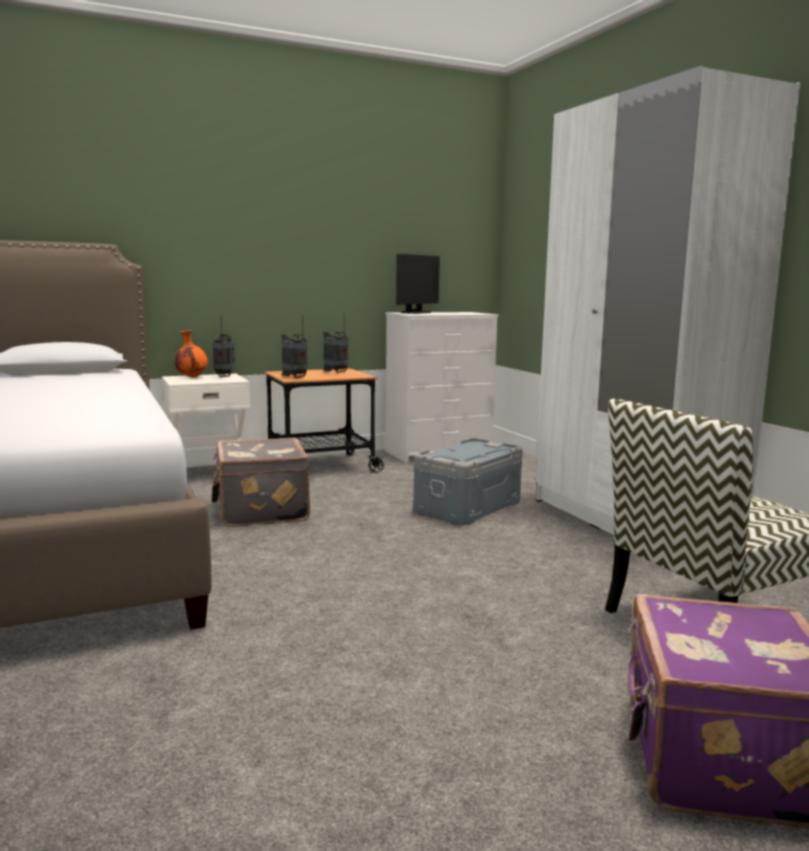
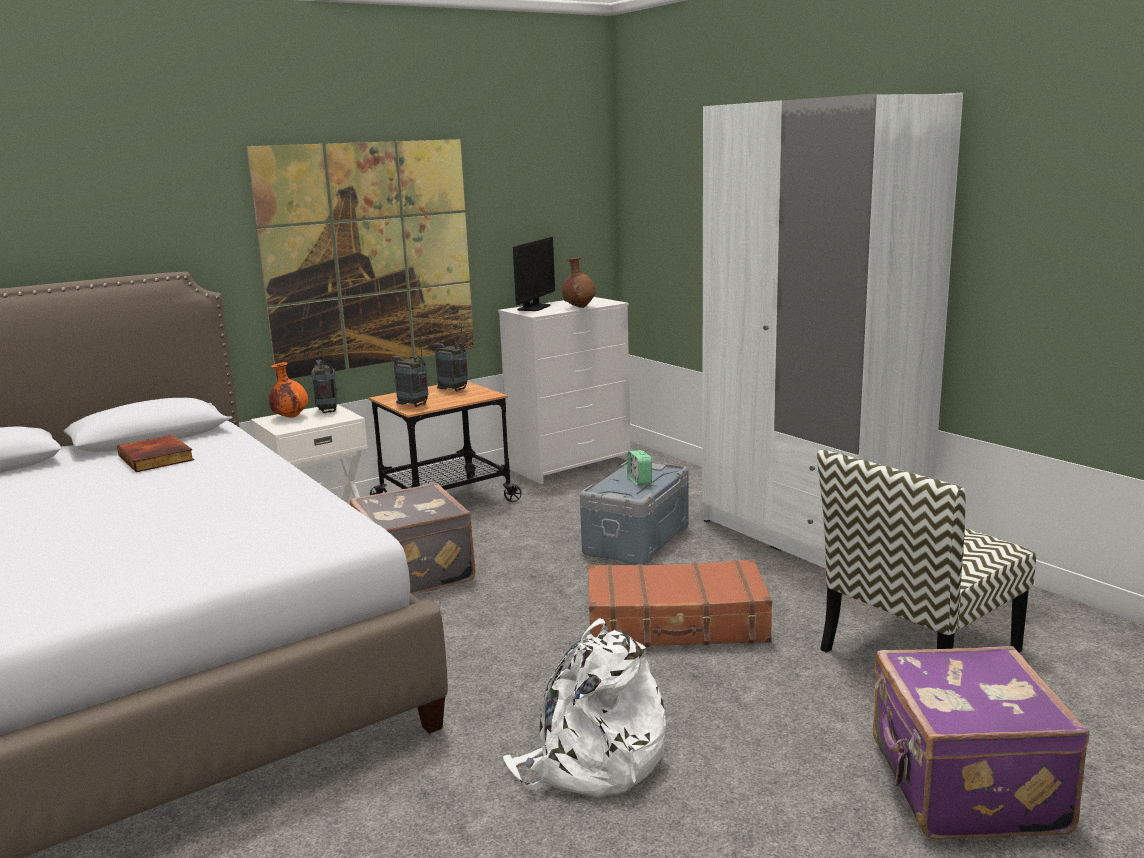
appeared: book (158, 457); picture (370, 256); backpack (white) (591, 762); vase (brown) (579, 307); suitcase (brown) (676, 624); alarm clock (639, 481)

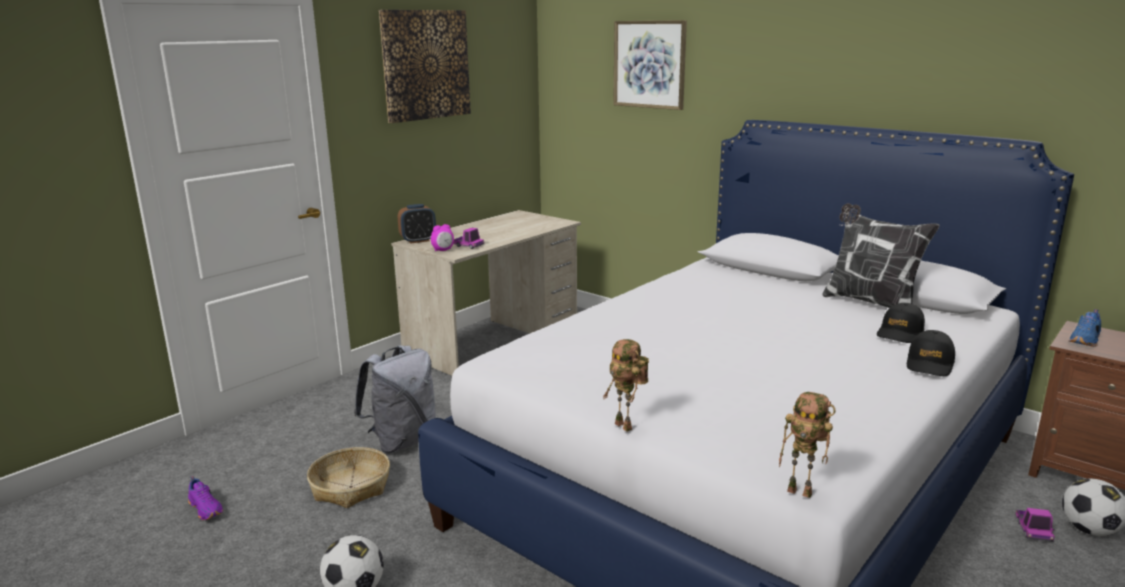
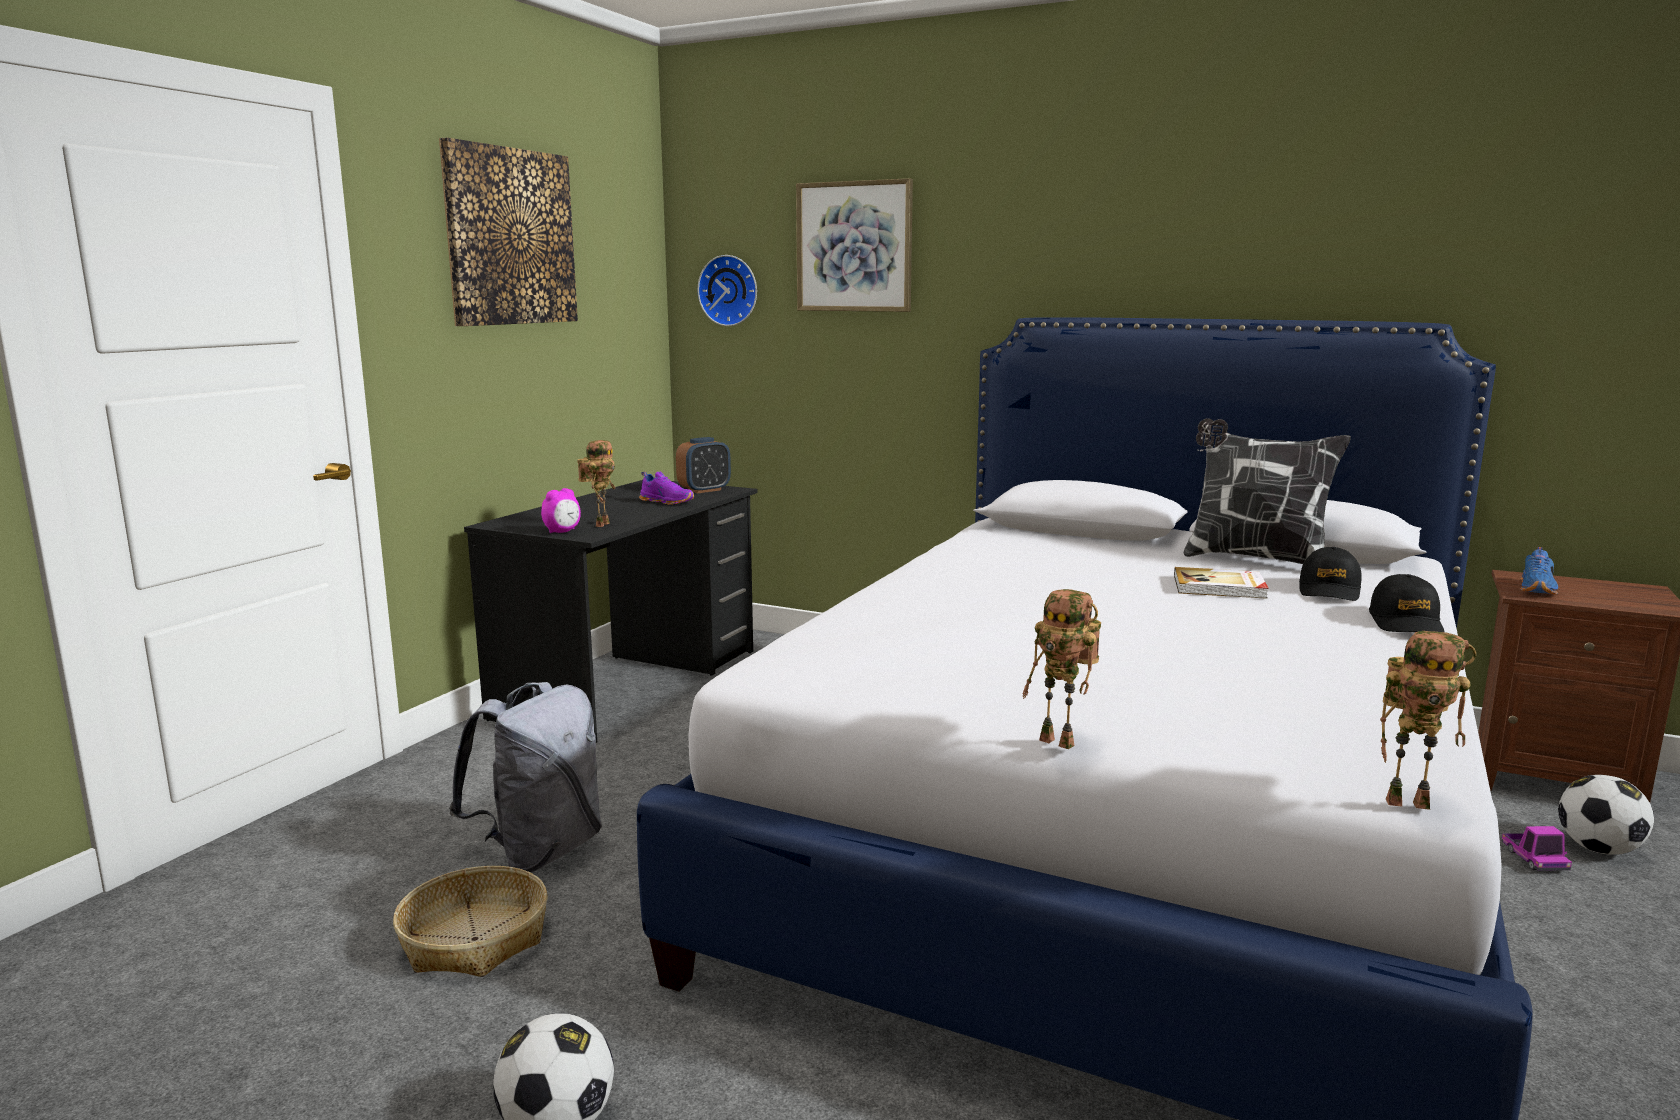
appeared: wall clock (730, 290); book (1220, 587)
relocated: shoe (purple) (206, 509) to (668, 502); alarm clock (418, 240) to (704, 490)
exchanged: toy truck (468, 246) to toy robot (601, 524)
colour: desk (beige) (494, 340) to desk (black) (630, 683)

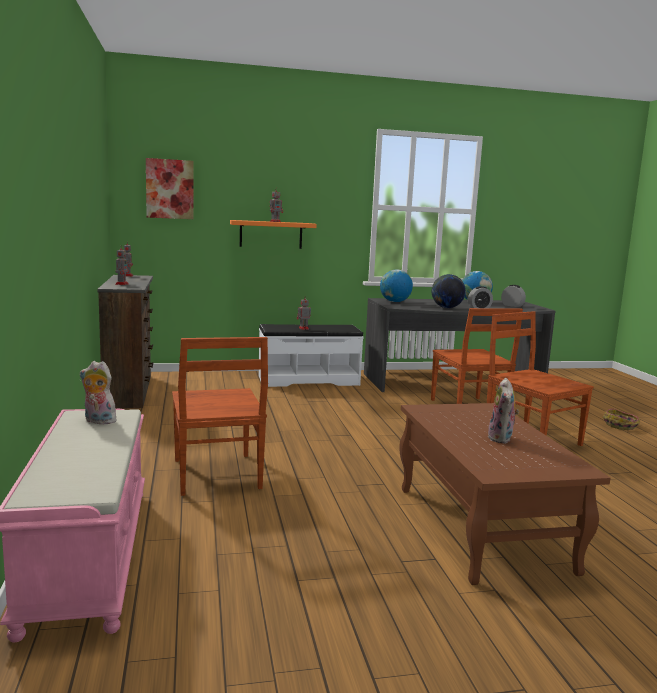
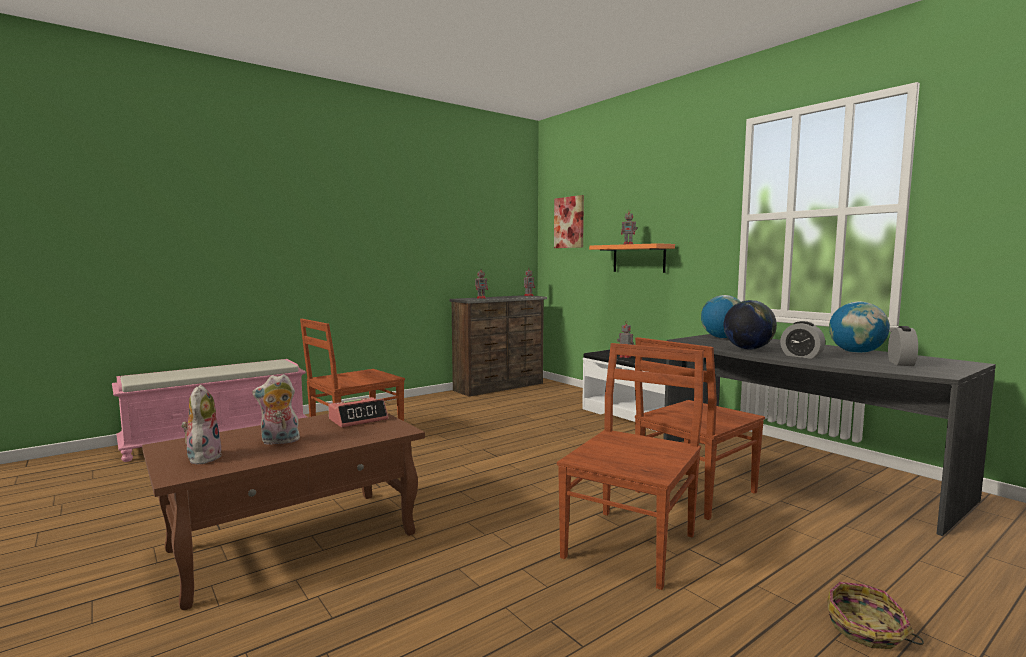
appeared: alarm clock (358, 419)
relocated: plush toy (98, 421) to (203, 457)

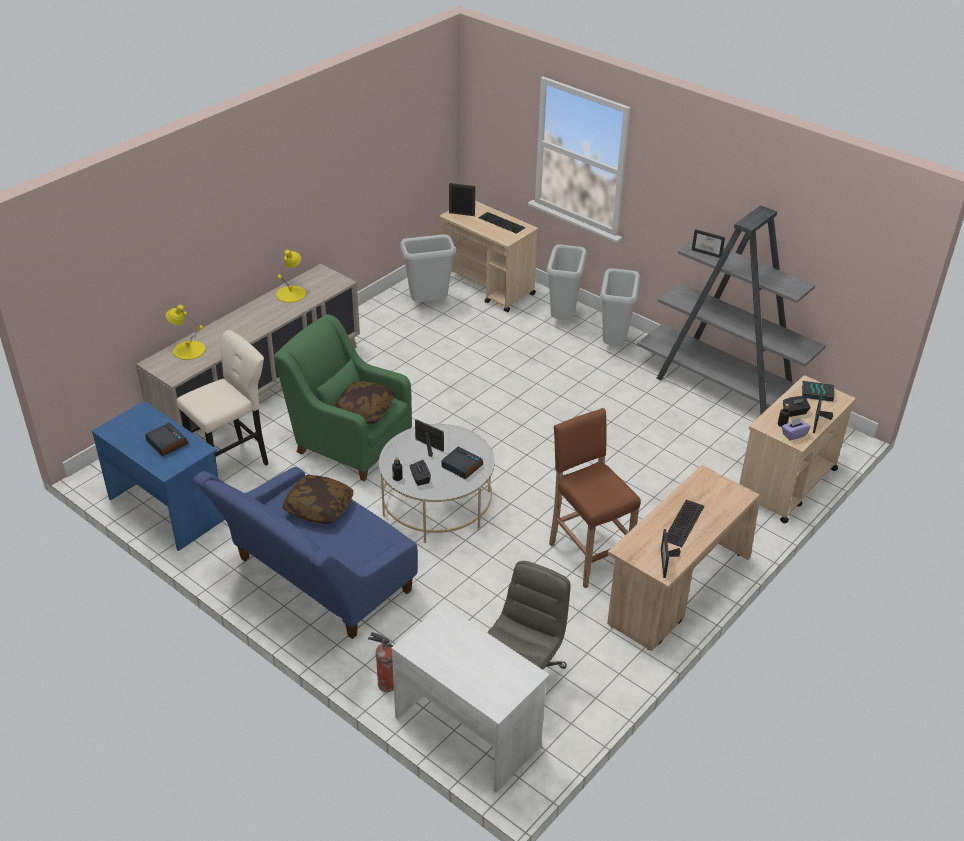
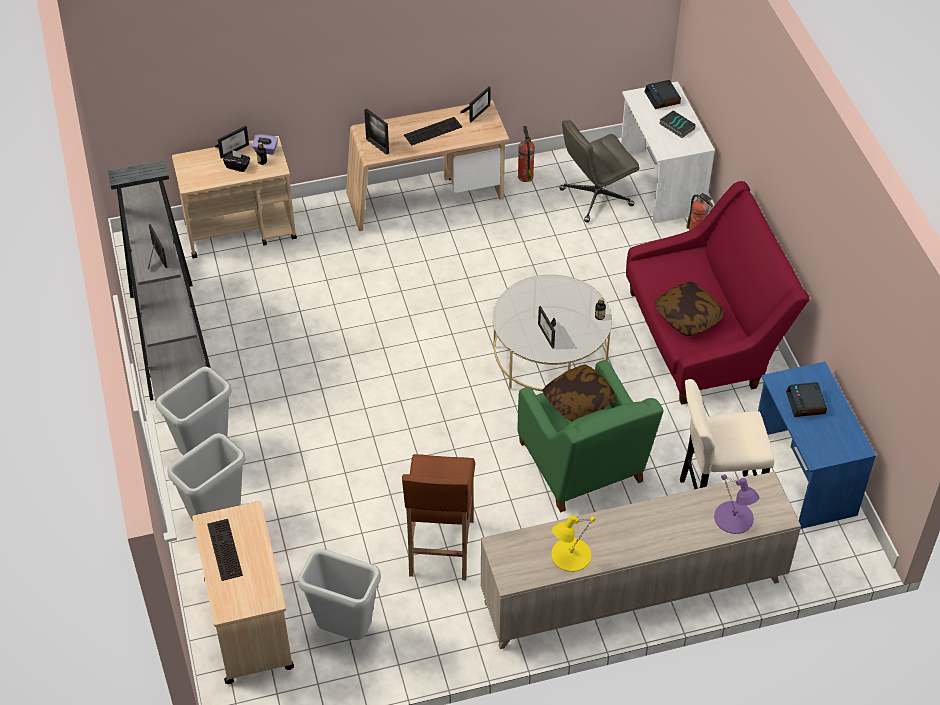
missing: tissue box (black) (420, 478)
appeared: fire extinguisher (525, 176)
relocated: picture frame (462, 214) to (377, 146); stool (brown) (588, 555) to (440, 549); alarm clock (461, 466) to (662, 98); book (817, 393) to (676, 126)
colour: sofa (blue) (316, 581) to sofa (red) (702, 337); table lamp (yellow) (188, 350) to table lamp (purple) (734, 518)

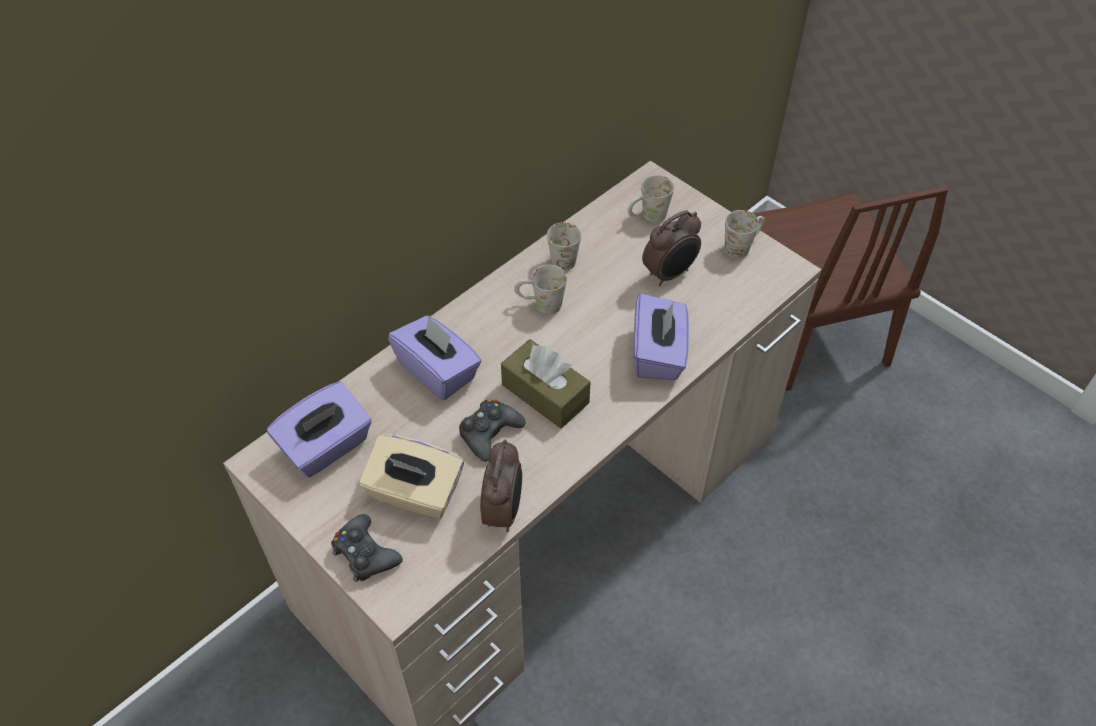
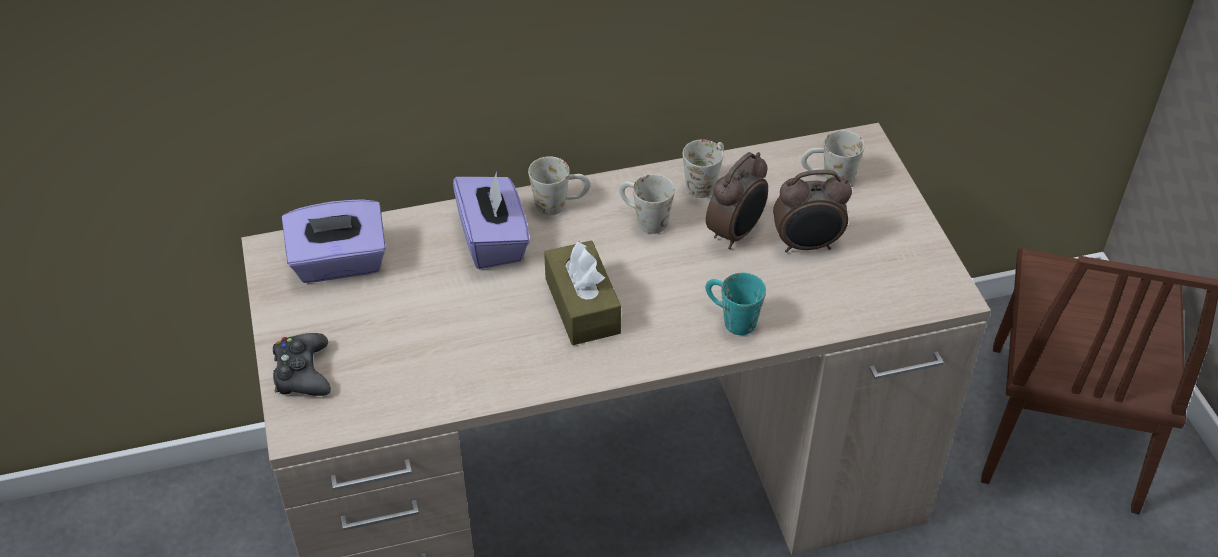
missing: tissue box (beige) (415, 493); game controller (black) (489, 433)
relocated: mug (white) (742, 246) to (560, 204); alarm clock (504, 511) to (736, 233)
exchanged: tissue box (purple) (658, 354) to mug (turquoise) (730, 319)

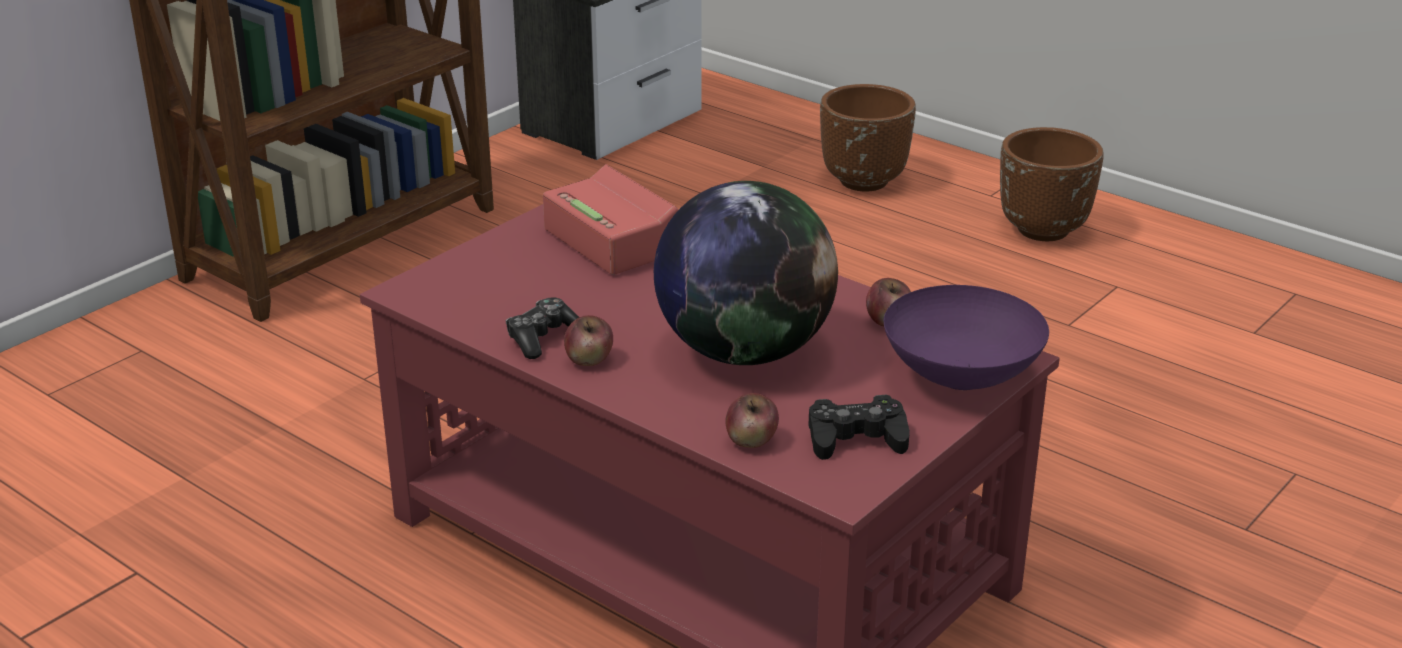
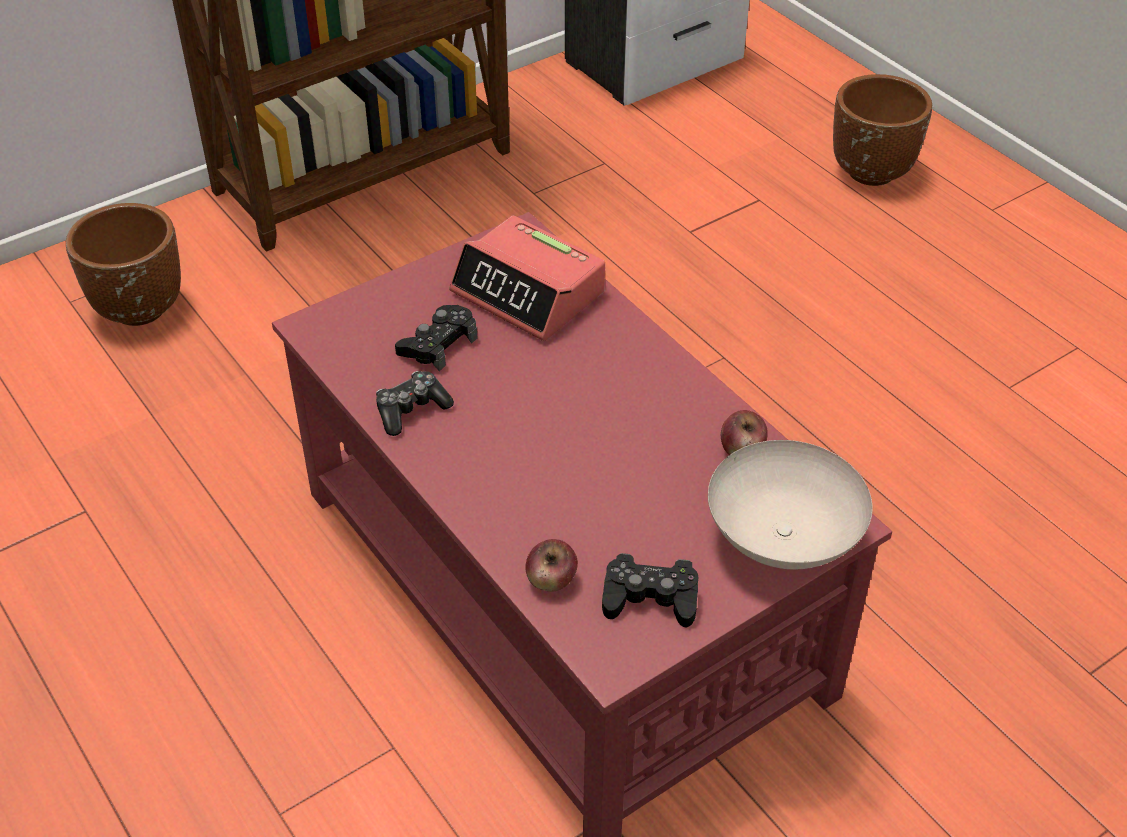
missing: apple (589, 360); globe (744, 351)
appeared: game controller (black) (438, 344)
relocated: planter (brown) (1042, 230) to (139, 308)
colour: bowl (purple) (960, 375) to bowl (white) (783, 536)
spun: alarm clock (619, 238) = (529, 293) 150 degrees clockwise

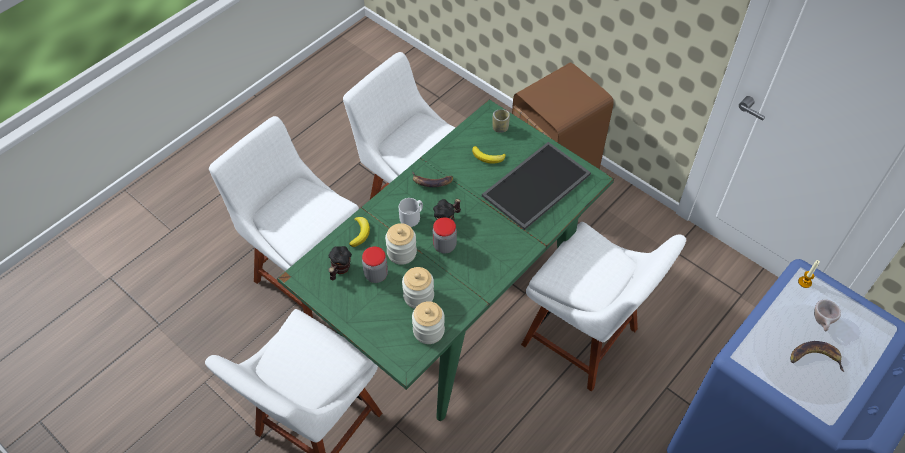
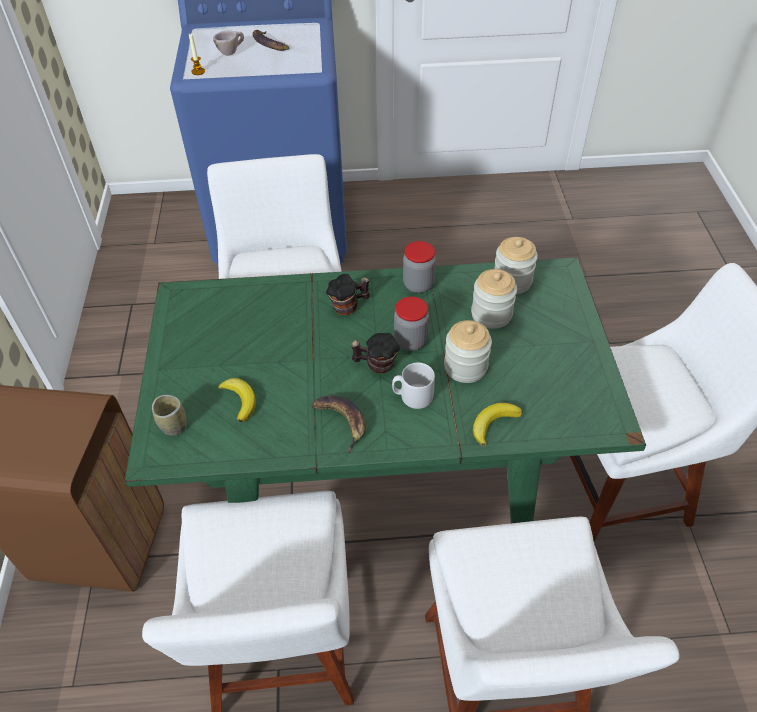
missing: tray (537, 187)
relocated: mug (339, 270) to (349, 306); jar (376, 274) to (418, 285)

